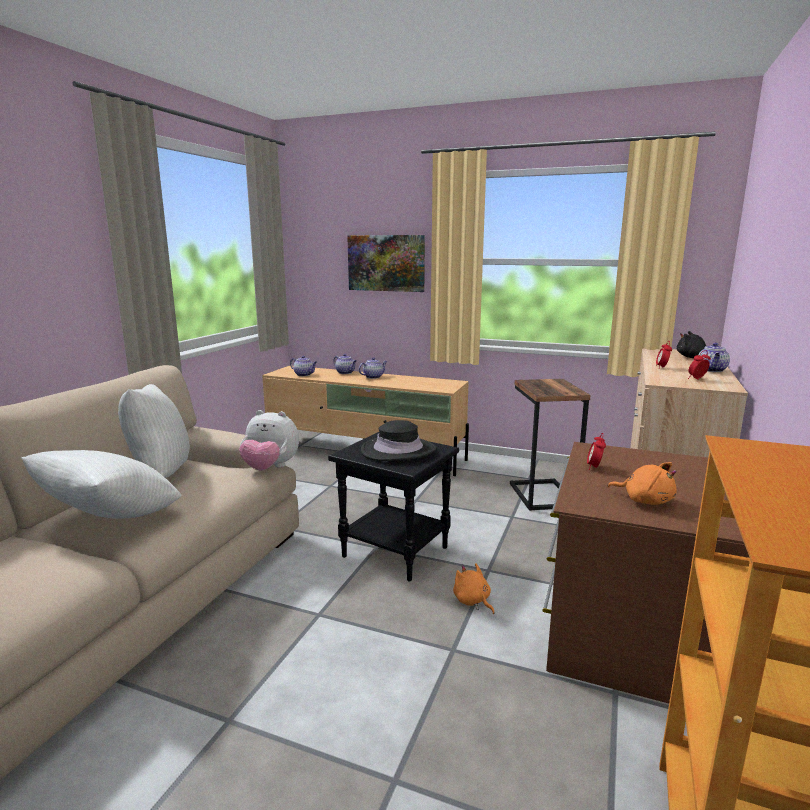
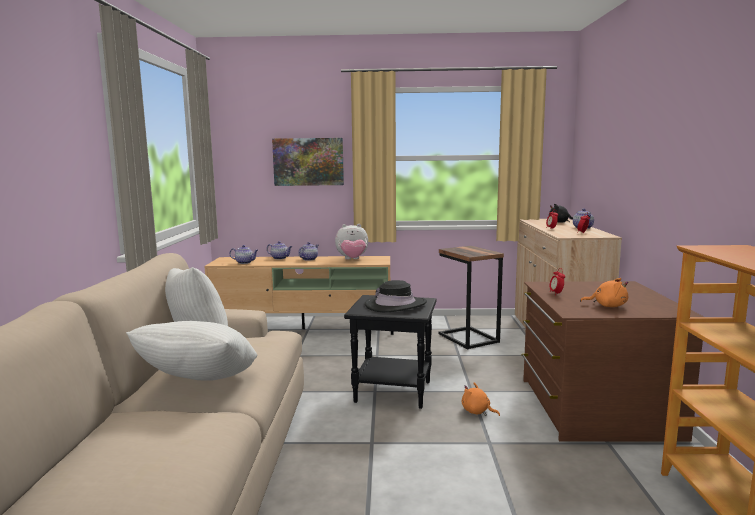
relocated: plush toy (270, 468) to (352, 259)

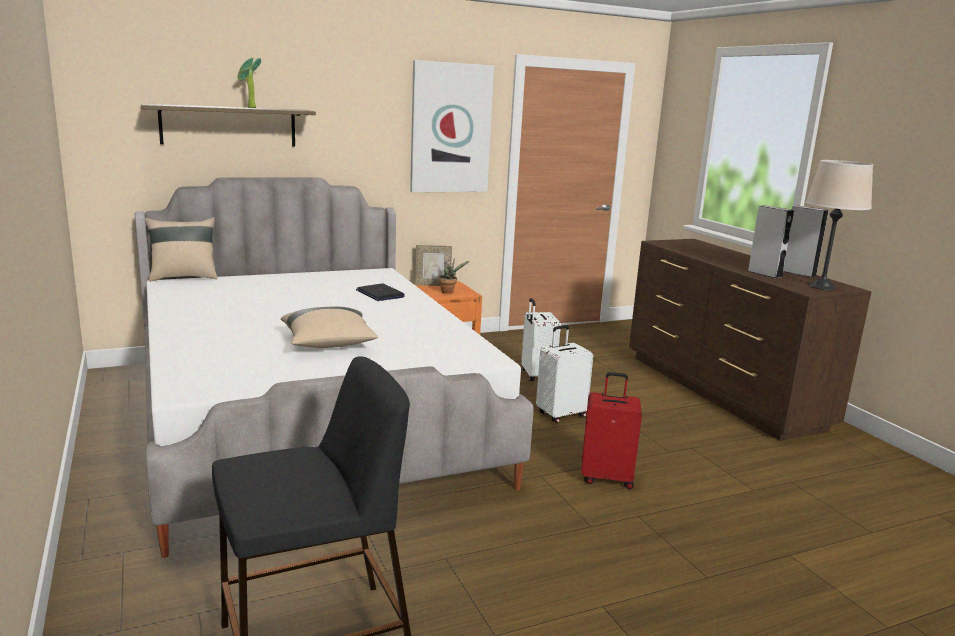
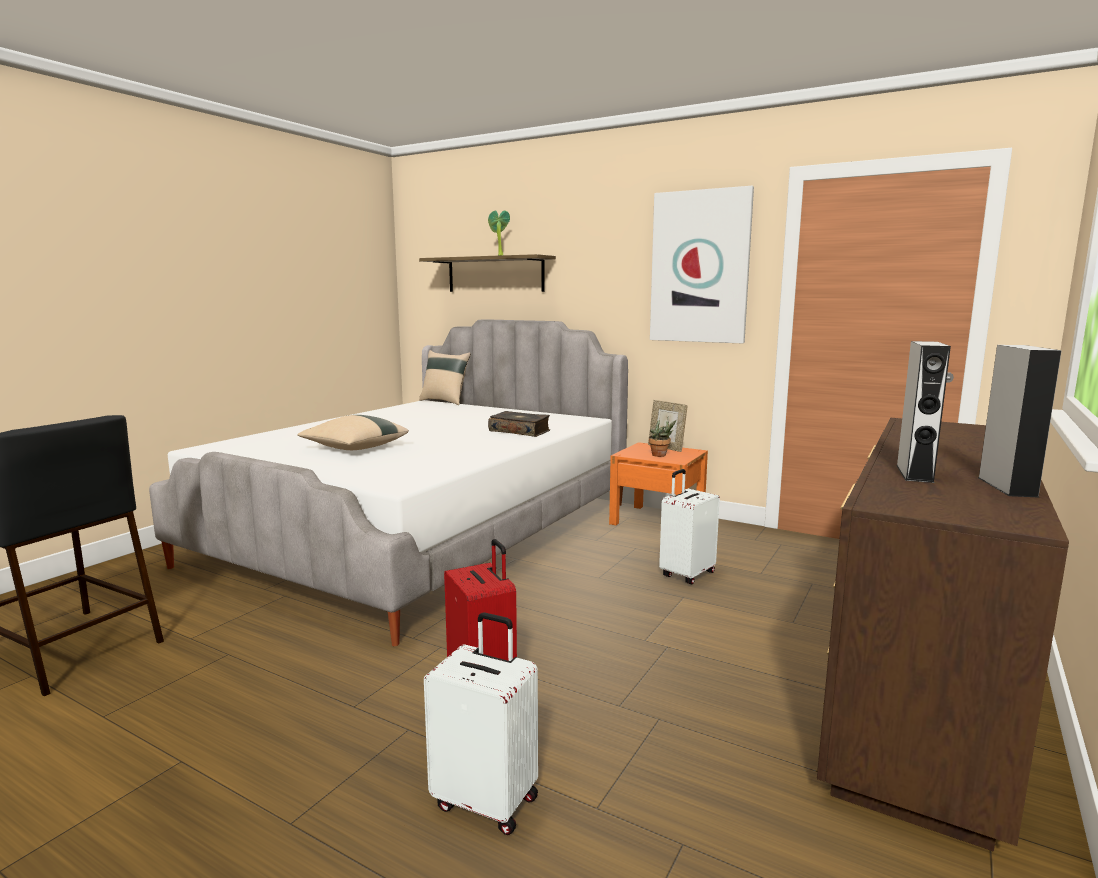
missing: table lamp (beige) (821, 286)
relocated: suitcase (white) (560, 414) to (487, 800)
exchanged: laptop (380, 294) to book (520, 431)

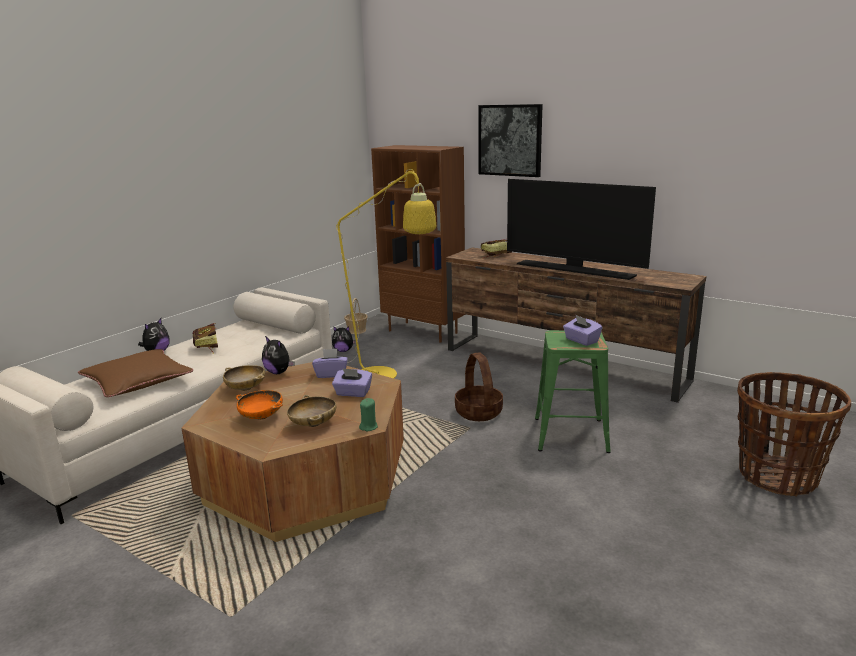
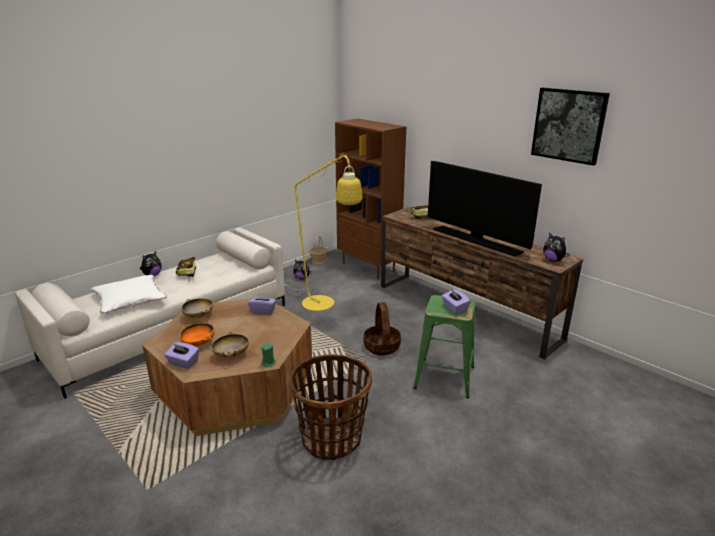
relocated: tissue box (purple) (353, 393) to (183, 363); basket (777, 476) to (332, 439); picture (510, 140) to (568, 125); plush toy (279, 372) to (553, 260)
colour: pillow (brown) (137, 381) to pillow (white) (130, 299)

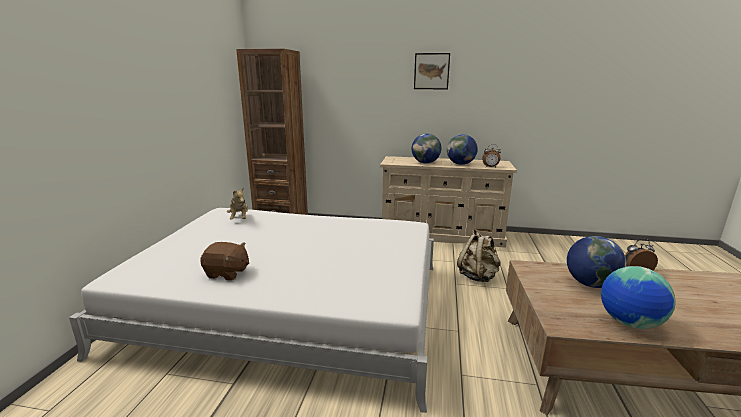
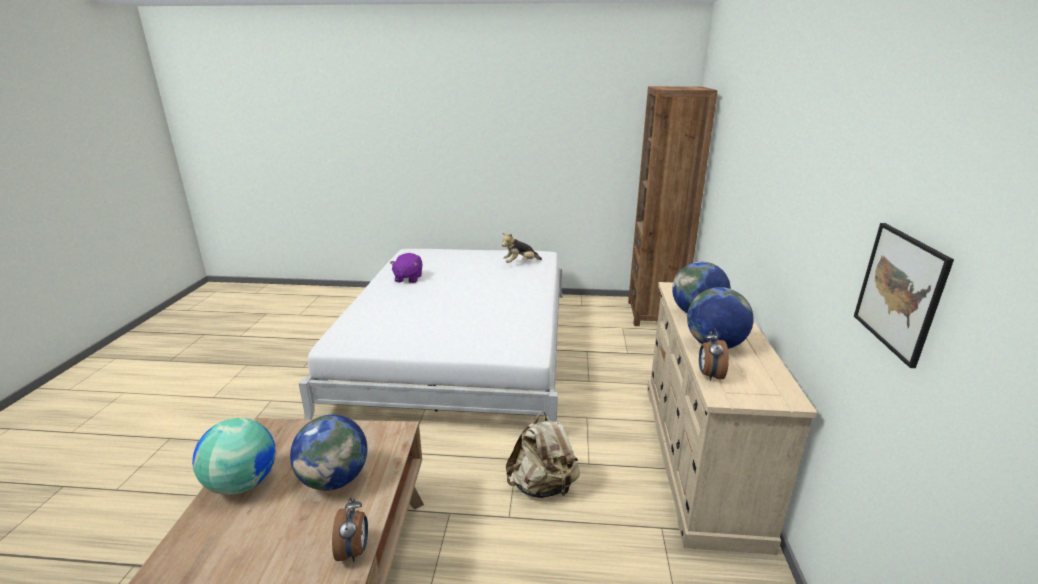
relocated: picture (431, 71) to (899, 291)
colour: plush toy (brown) (227, 273) to plush toy (purple) (408, 278)

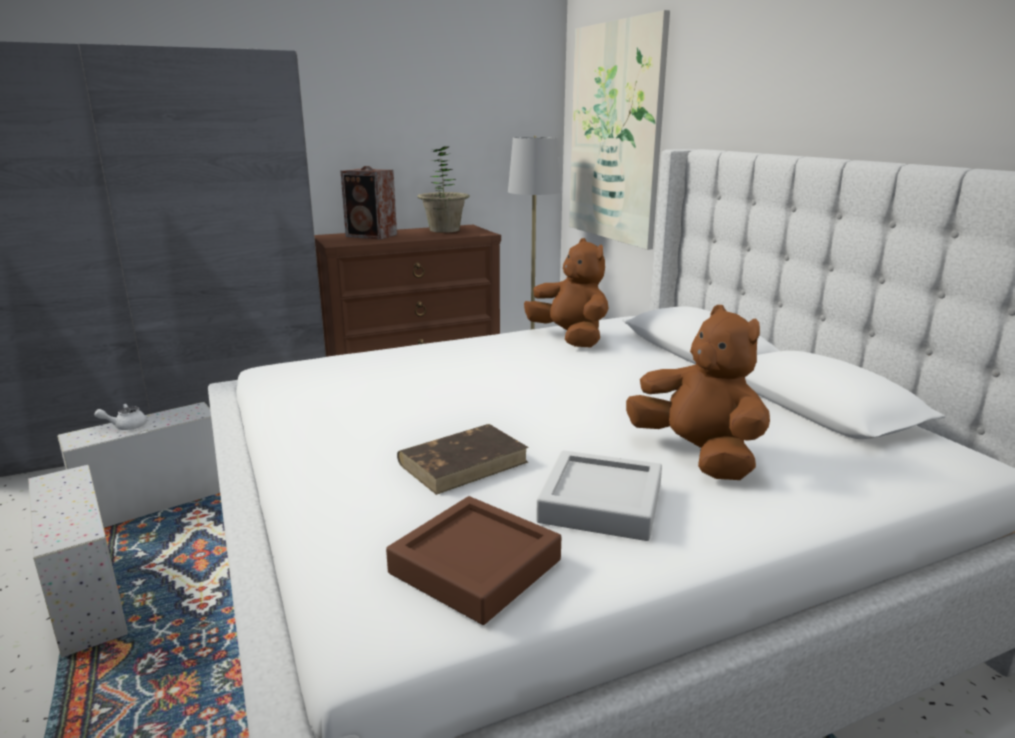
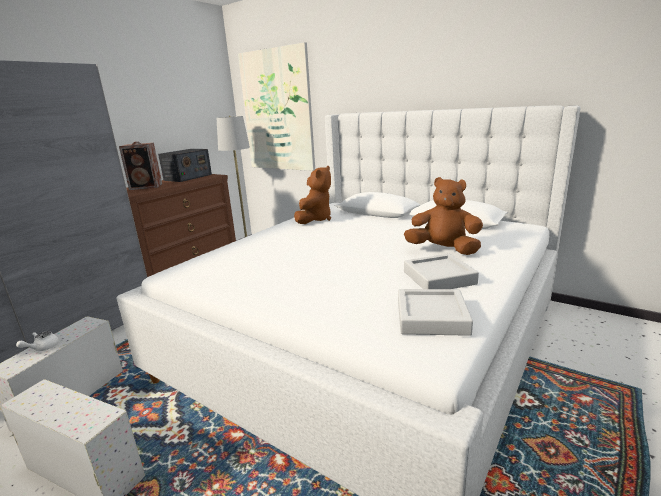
missing: book (brown) (464, 462)
exchanged: potted plant (444, 230) to radio (188, 177)
colour: tray (brown) (475, 566) to tray (grey) (431, 317)
spun: plush toy (brown) (570, 338) = (315, 219) 90 degrees clockwise

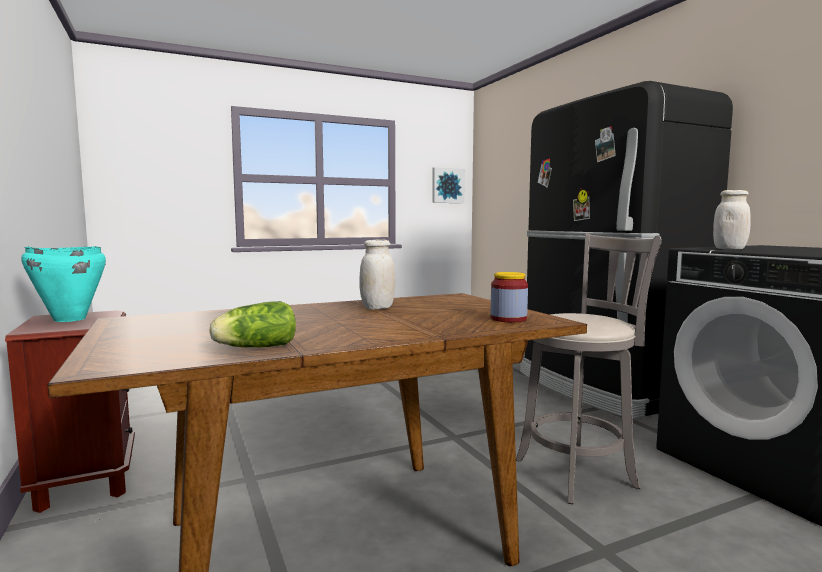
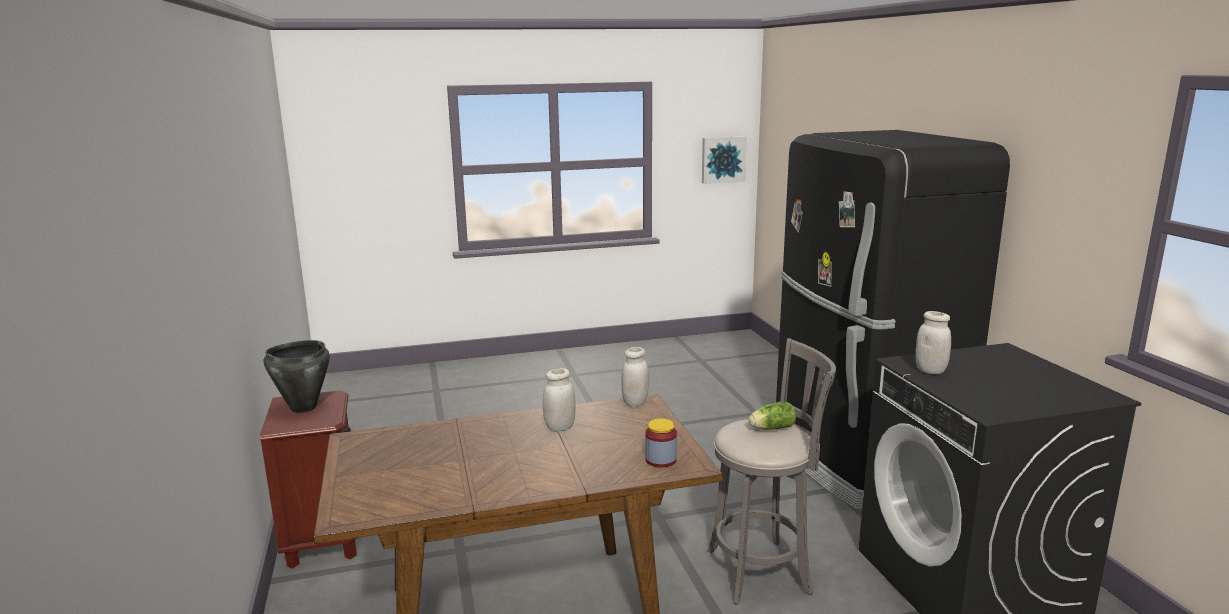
appeared: jar (white) (635, 403)
relocated: lettuce (254, 347) to (770, 428)
colour: cooking pot (turquoise) (69, 319) to cooking pot (black) (303, 408)

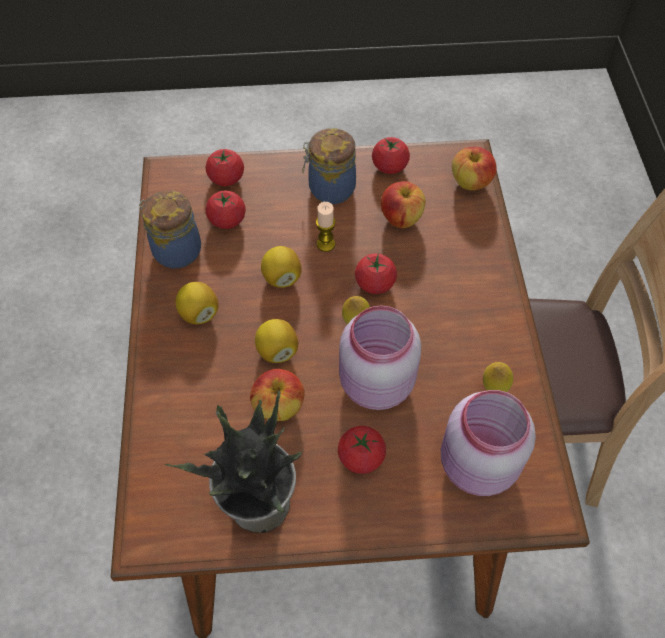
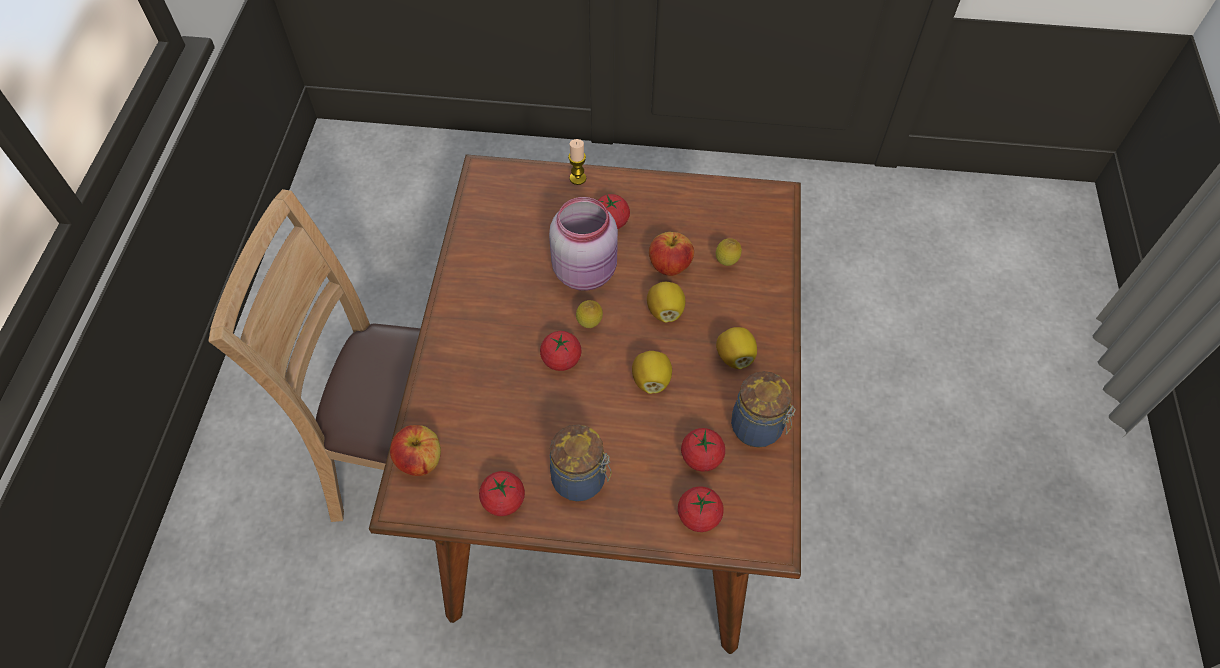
missing: potted plant (258, 505); apple (401, 218); jar (pink) (475, 465)
relocated: candle (325, 244) to (577, 178); lemon (494, 389) to (726, 263)

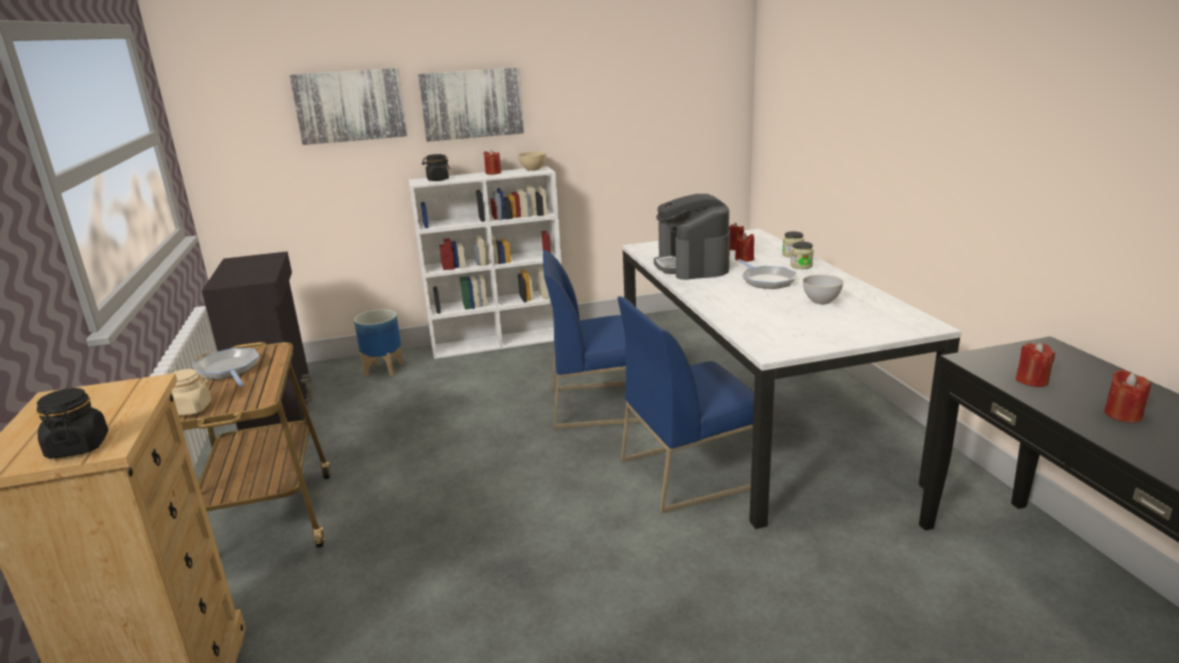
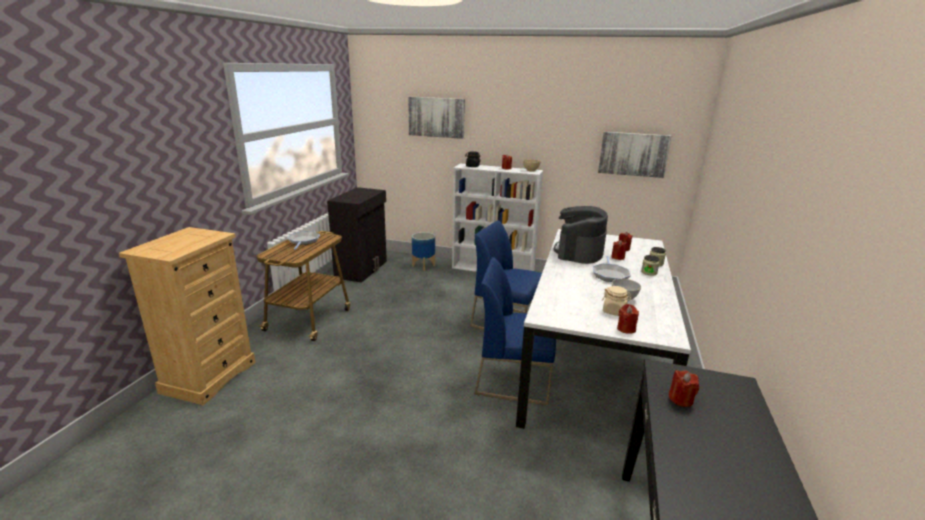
missing: jar (black) (78, 447)
relocated: picture (472, 104) to (633, 154); jar (beige) (191, 409) to (614, 311); candle (red) (1122, 414) to (626, 329)

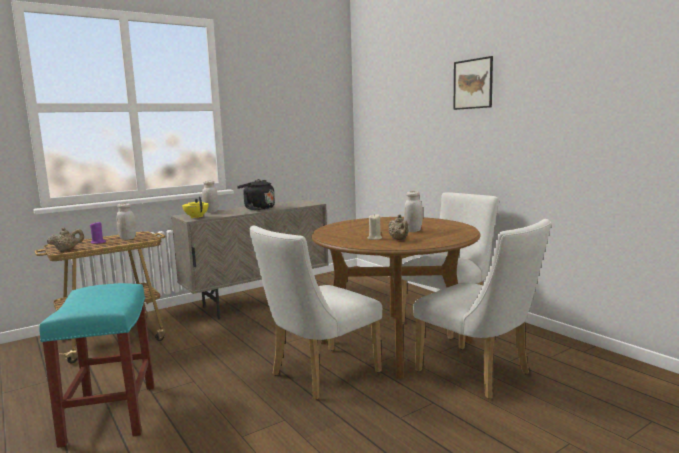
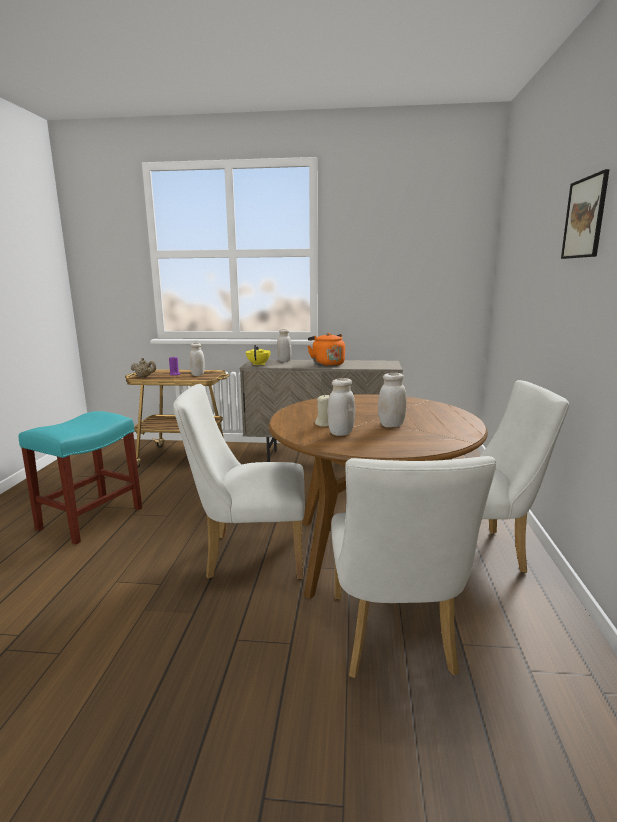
exchanged: teapot (beige) (399, 240) to jar (white) (340, 433)
colour: kettle (black) (257, 208) to kettle (orange) (327, 364)

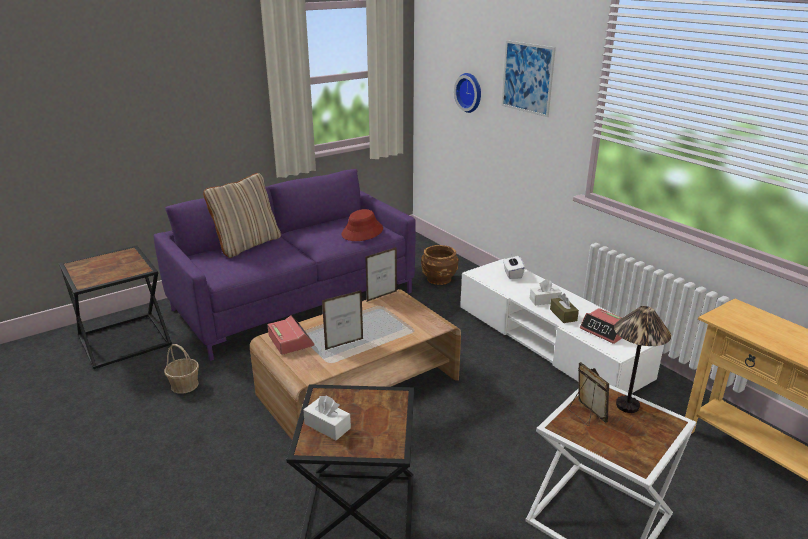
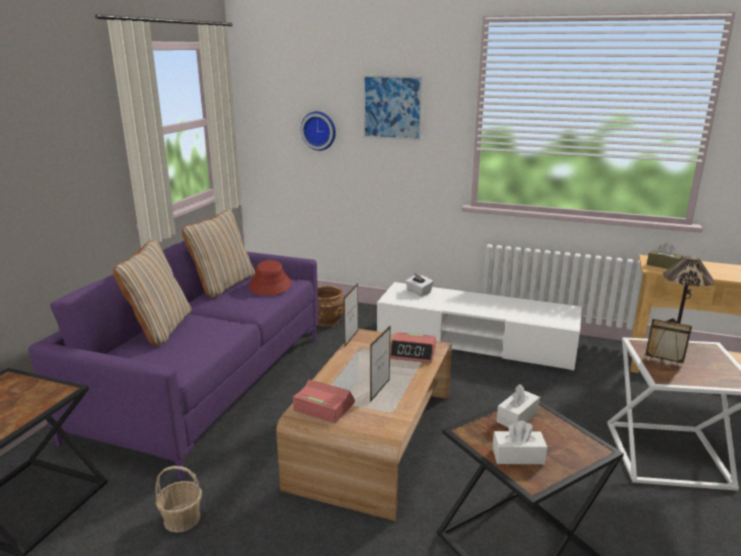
appeared: pillow (beige) (223, 285)
relocated: alarm clock (605, 331) to (413, 353); tissue box (white) (544, 300) to (517, 417); tissue box (brown) (563, 315) to (663, 265)

